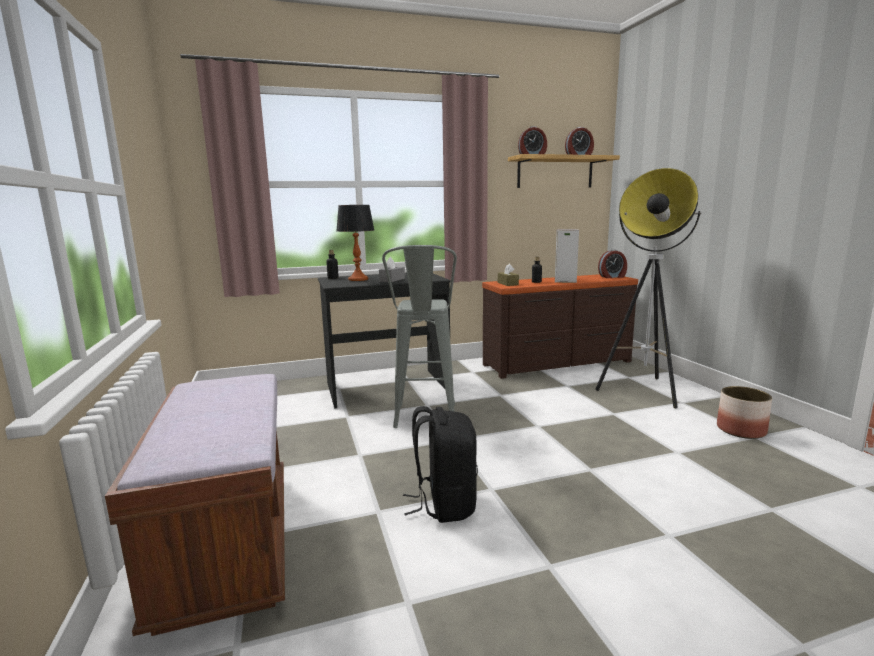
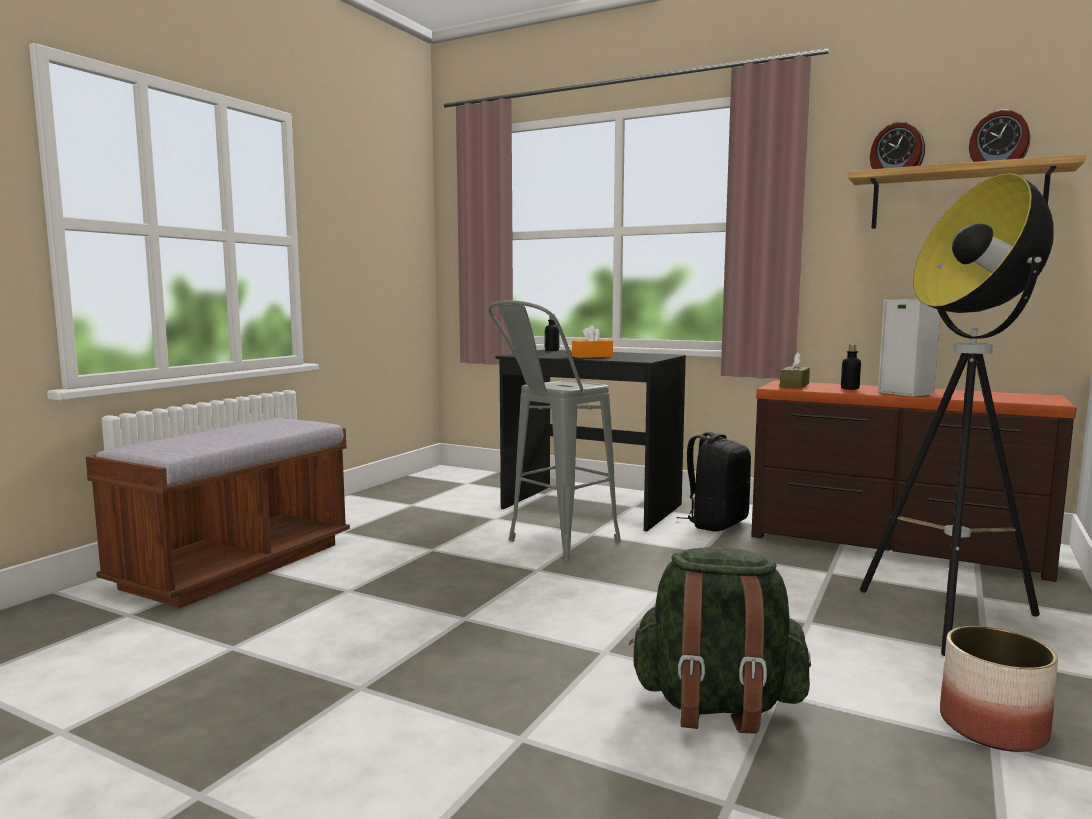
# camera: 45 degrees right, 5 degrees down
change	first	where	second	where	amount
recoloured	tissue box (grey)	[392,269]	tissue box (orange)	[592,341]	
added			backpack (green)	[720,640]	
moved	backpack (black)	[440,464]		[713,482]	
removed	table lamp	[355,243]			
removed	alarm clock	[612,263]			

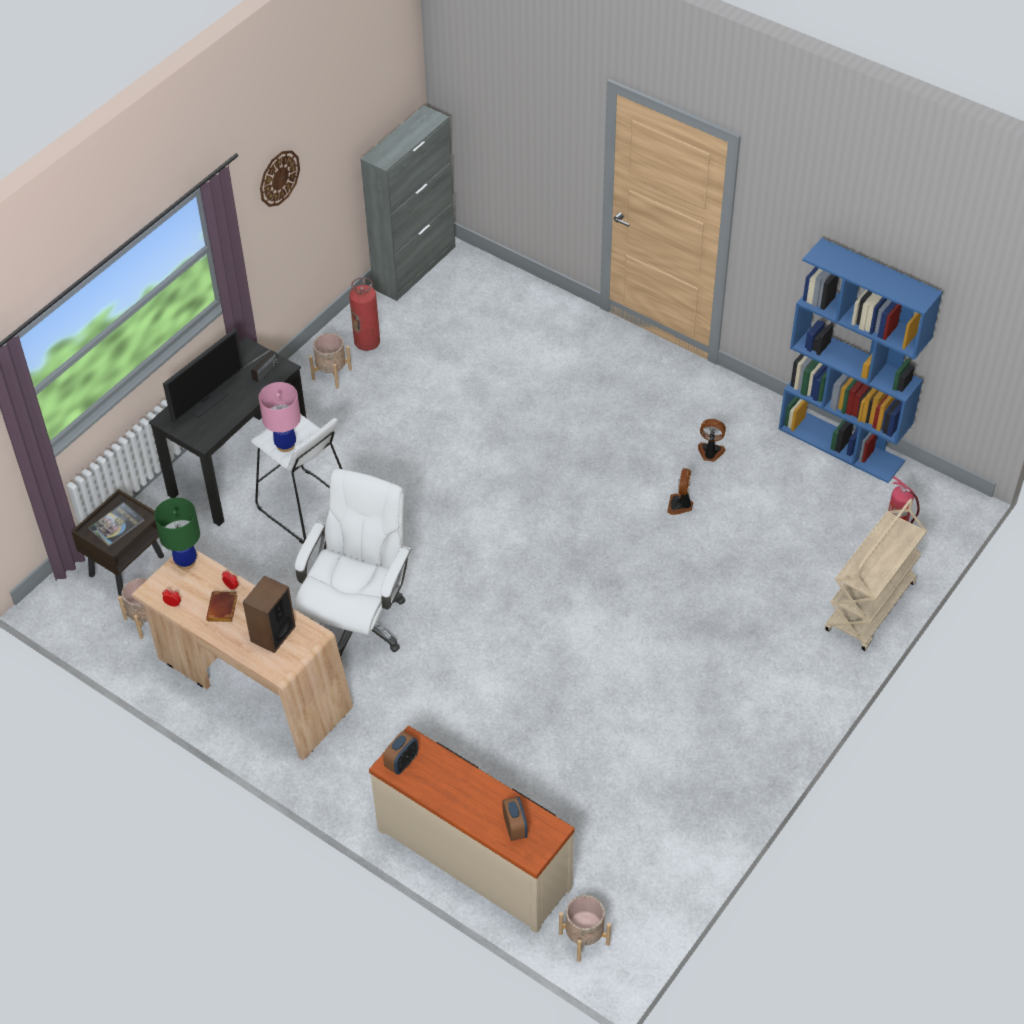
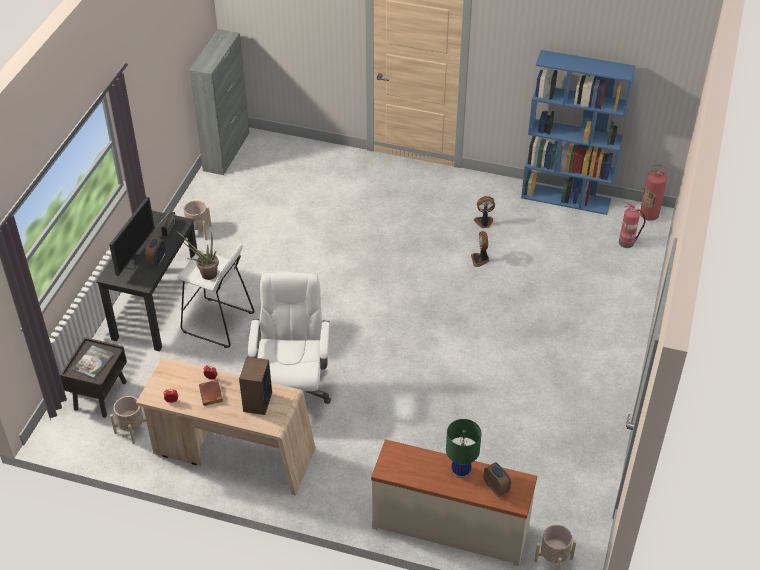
# camera: 20 degrees left, 5 degrees down
change	first	where	second	where	amount
moved	alarm clock	[400,753]		[155,252]	
replaced	table lamp (pink)	[280,417]	potted plant	[197,255]	
moved	table lamp (green)	[177,533]		[464,448]	
moved	fire extinguisher	[364,314]		[653,193]	
removed	wall clock	[280,178]			
removed	cart (beige)	[876,574]			

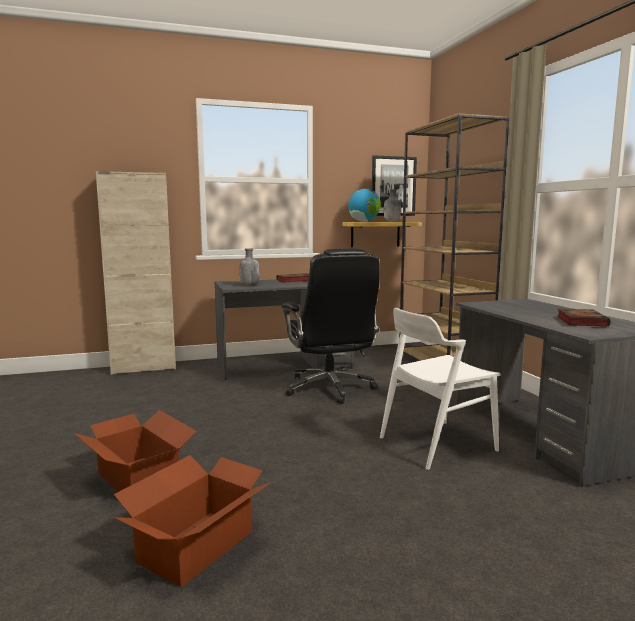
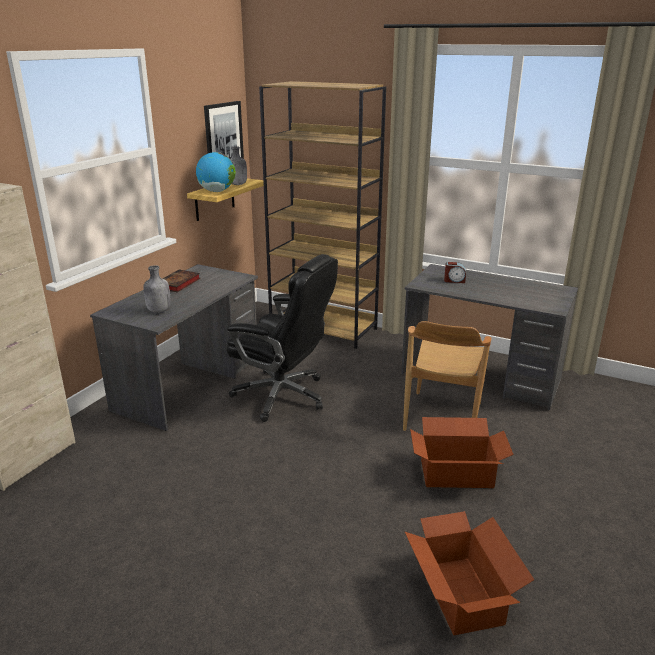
# camera: 45 degrees left, 15 degrees up
change	first	where	second	where	amount
recoloured	chair (white)	[440,389]	chair (brown)	[447,376]	
moved	cardboard box	[135,451]		[462,452]	
added			alarm clock	[455,272]	
removed	book	[583,318]			

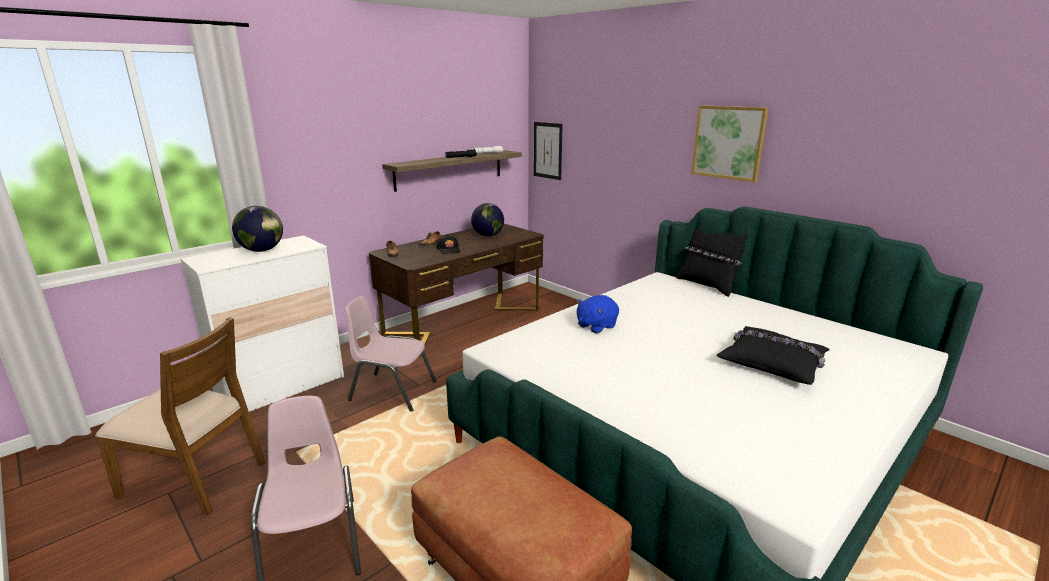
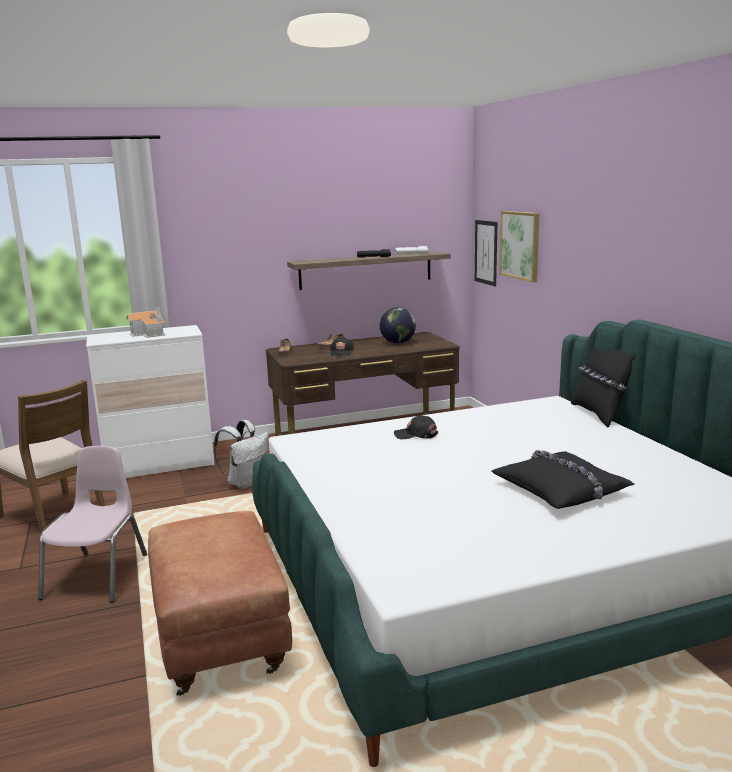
# camera: 25 degrees right, 5 degrees down
change	first	where	second	where	amount
replaced	globe	[257,229]	toy house	[146,323]	
replaced	chair (pink)	[390,354]	backpack (white)	[241,454]	
replaced	plush toy (blue)	[598,314]	cap (black)	[416,427]	
moved	picture	[729,143]		[519,246]	

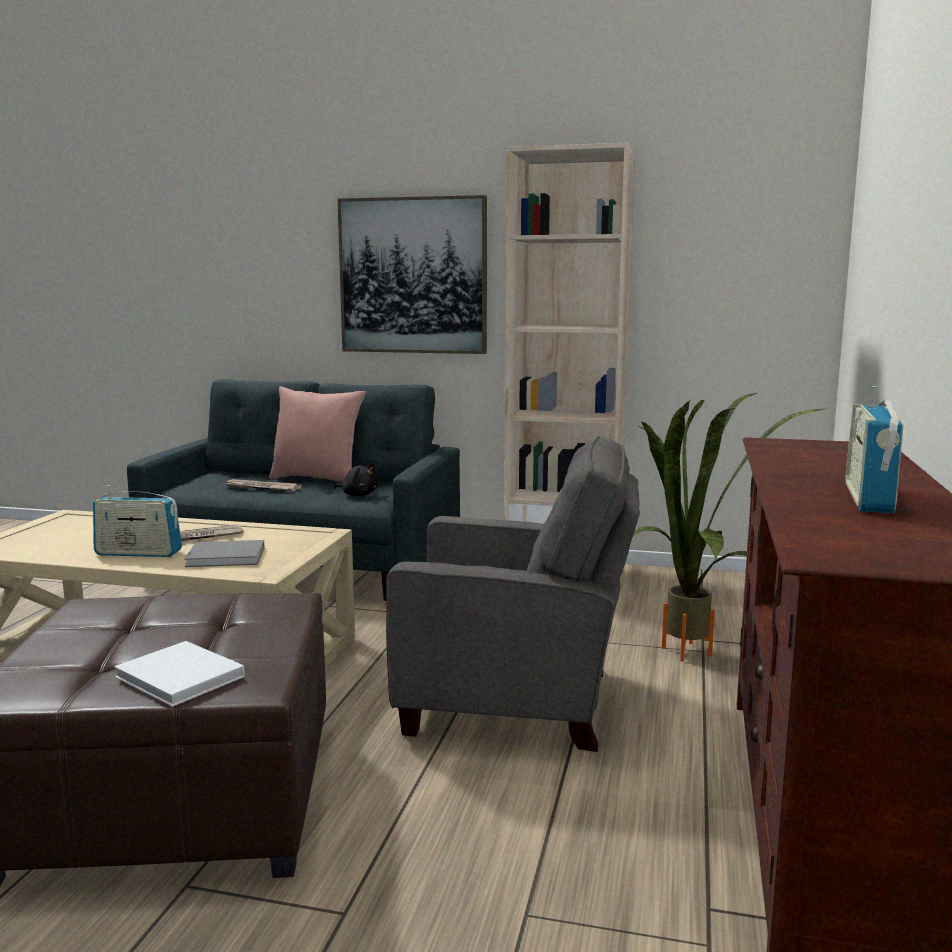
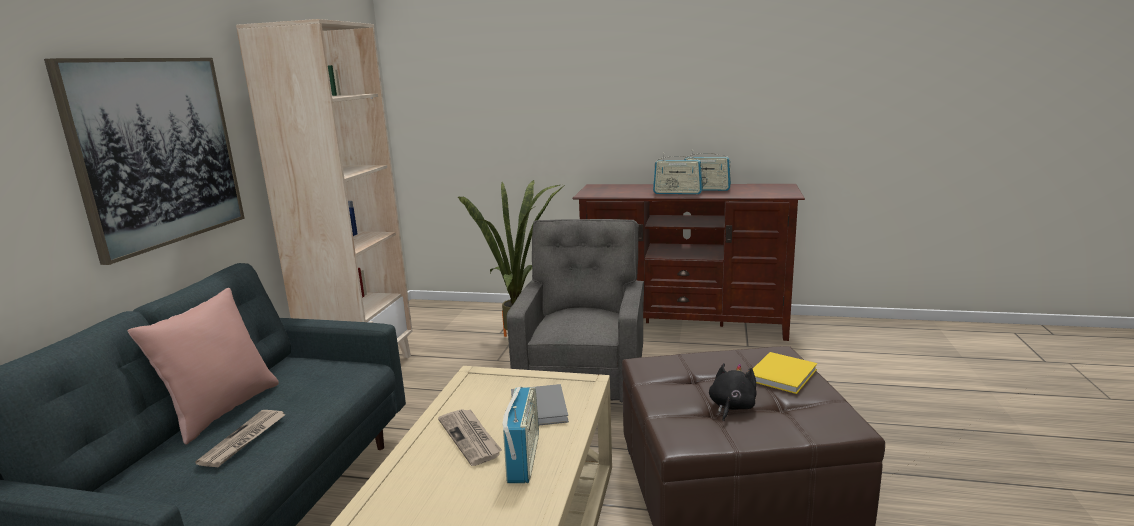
# camera: 90 degrees left, 5 degrees up
change	first	where	second	where	amount
added			radio	[678,173]	
moved	plush toy (black)	[356,479]		[732,392]	
recoloured	book (white)	[179,674]	book (yellow)	[785,373]	

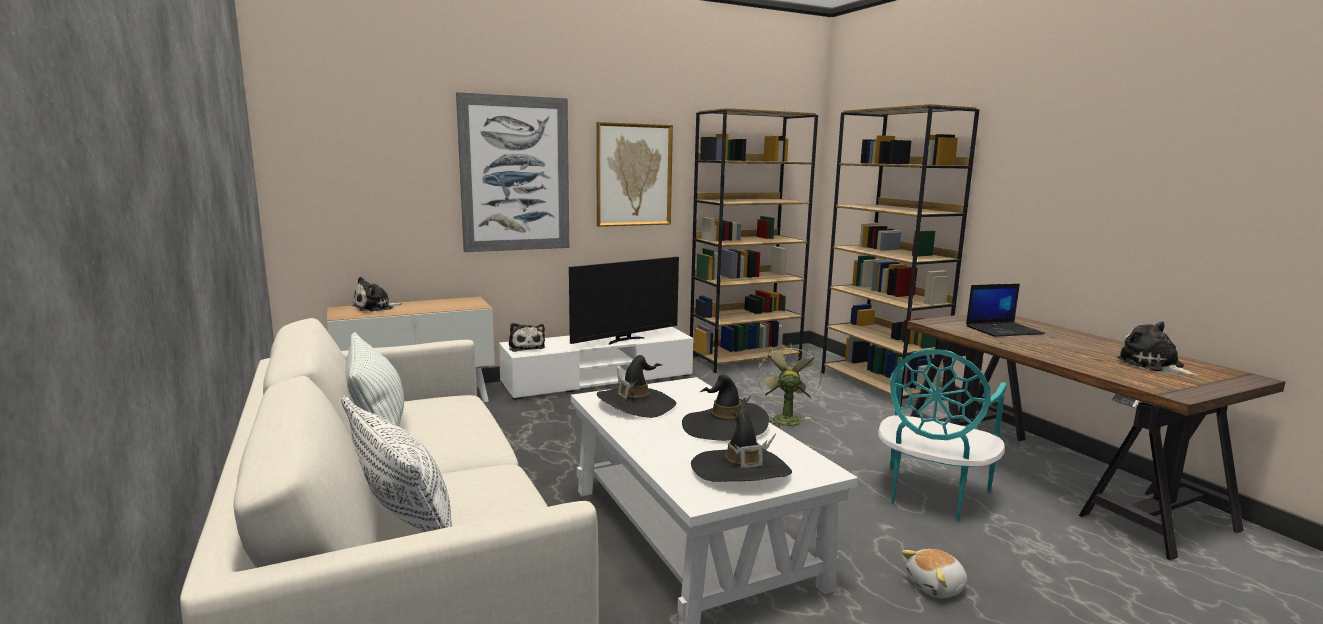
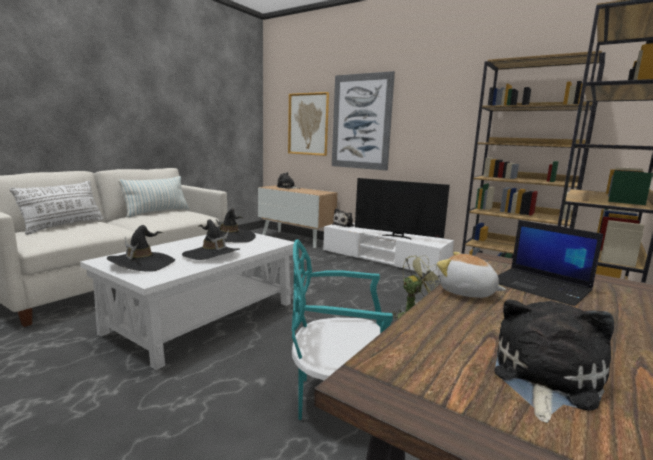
# camera: 60 degrees right, 0 degrees up
change	first	where	second	where	amount
moved	picture	[634,174]		[308,124]	
moved	plush toy	[934,573]		[471,275]	

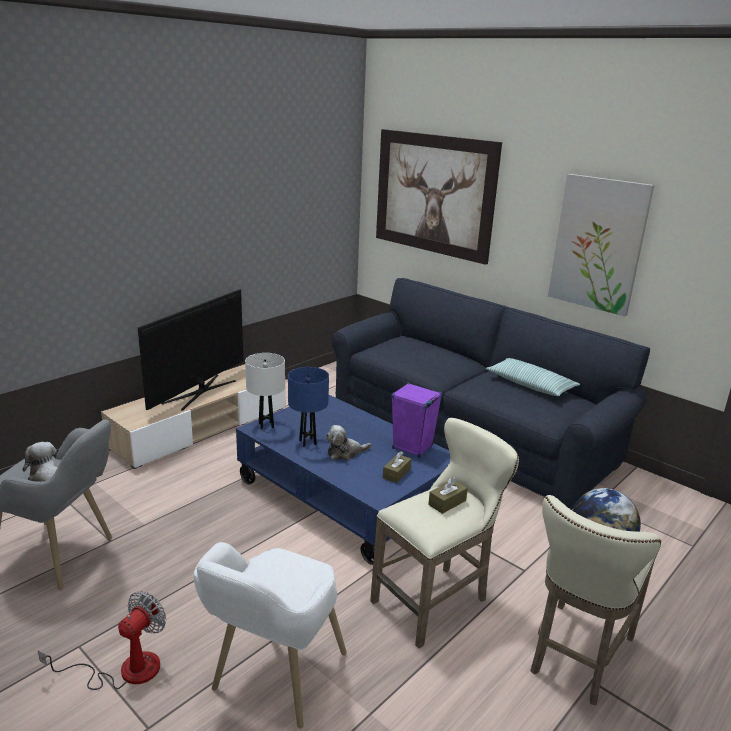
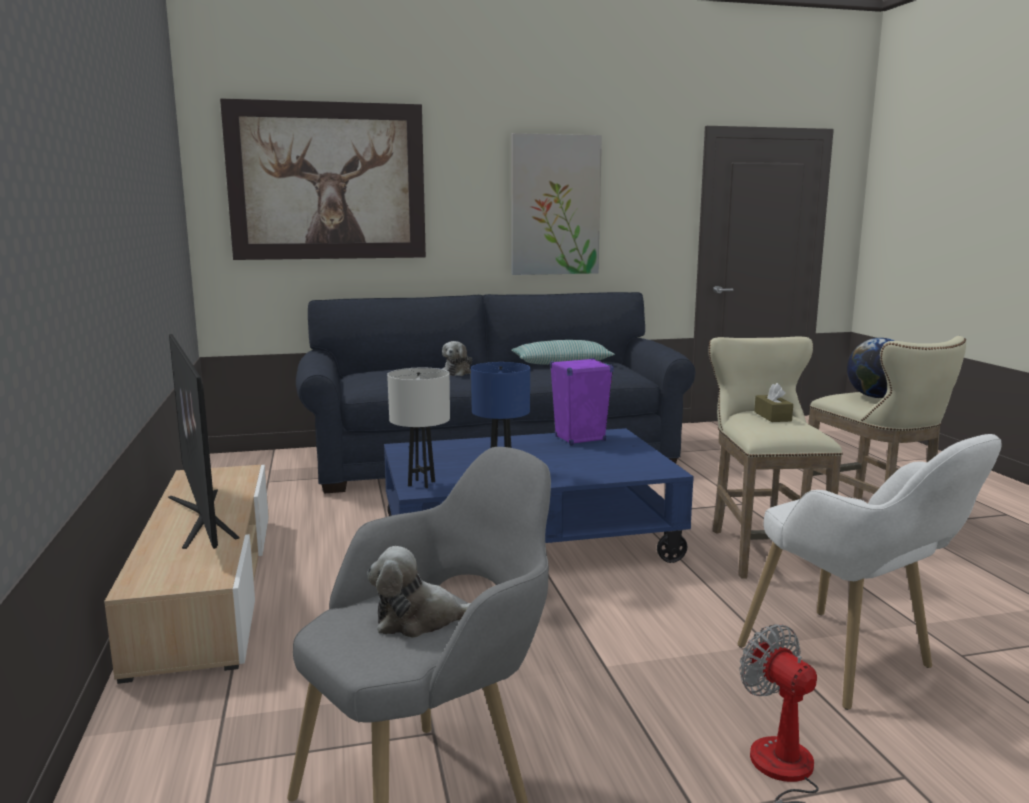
# camera: 55 degrees left, 10 degrees down
change	first	where	second	where	amount
moved	plush toy	[348,442]		[457,358]	
removed	tissue box (brown)	[397,467]			

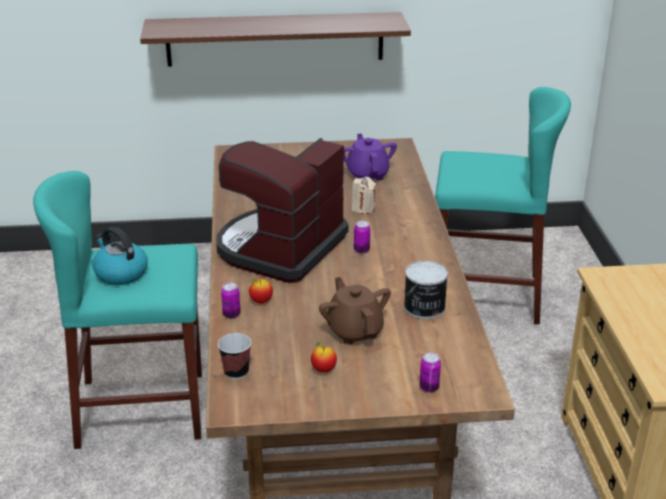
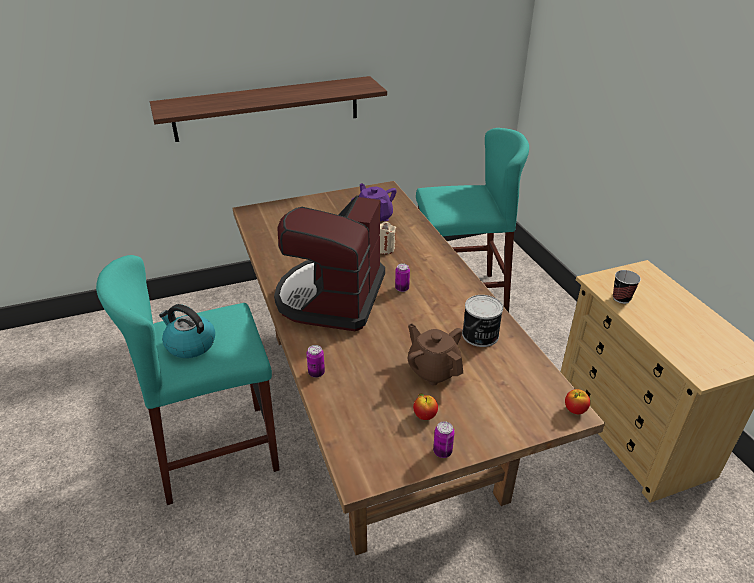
# camera: 15 degrees left, 5 degrees up
change	first	where	second	where	amount
moved	can	[430,372]		[444,439]	
moved	apple	[261,291]		[577,401]	
moved	cup	[234,356]		[627,287]	

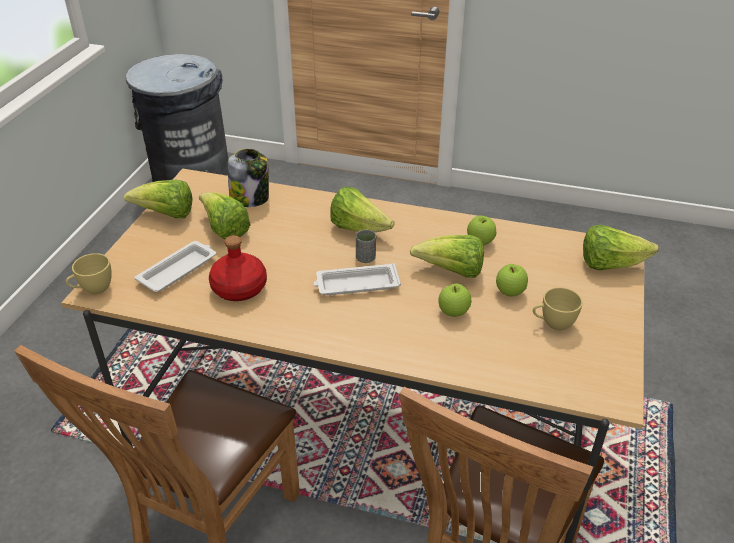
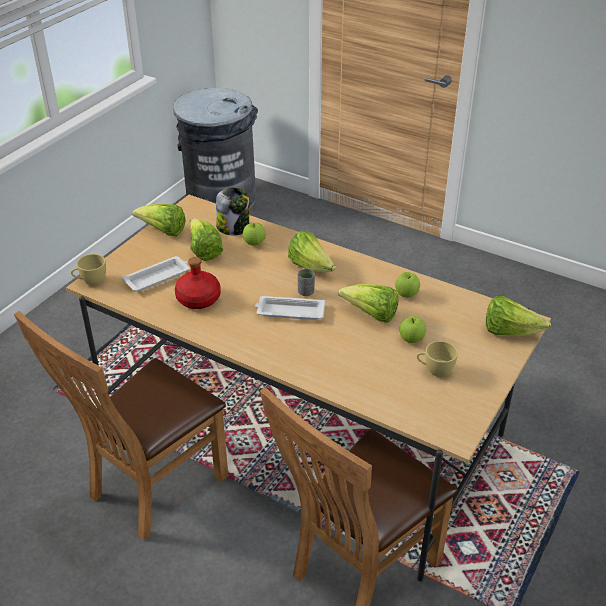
# camera: 15 degrees right, 0 degrees up
change	first	where	second	where	amount
moved	apple	[454,300]		[254,234]	

